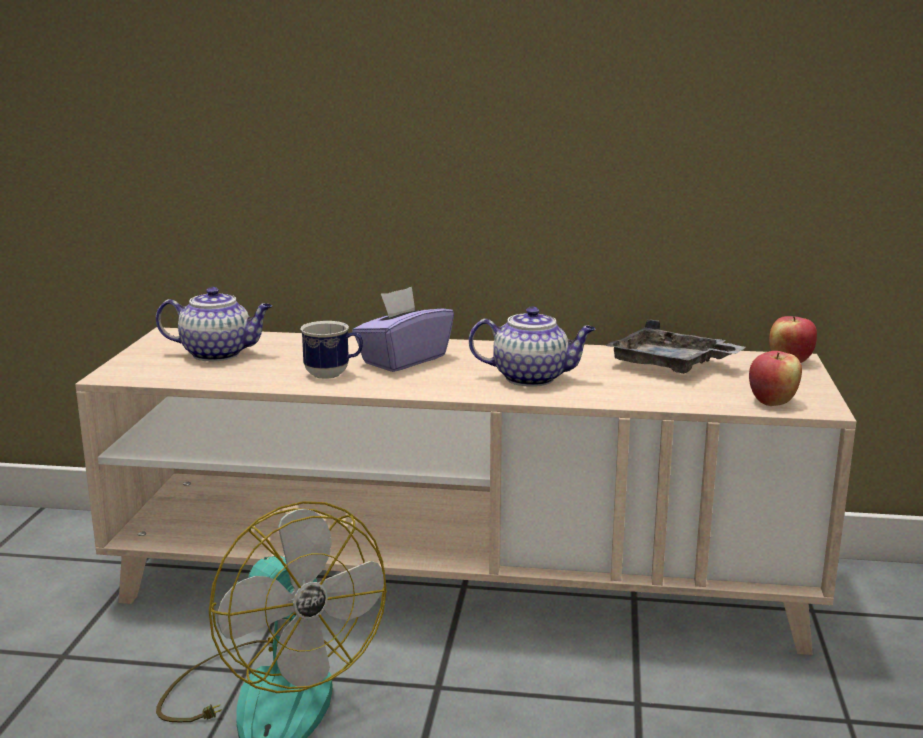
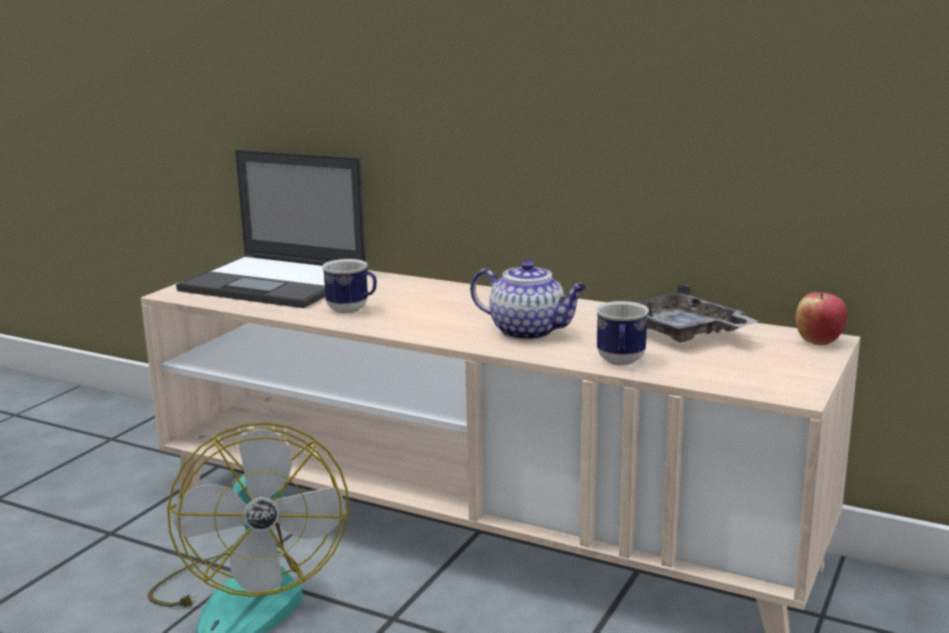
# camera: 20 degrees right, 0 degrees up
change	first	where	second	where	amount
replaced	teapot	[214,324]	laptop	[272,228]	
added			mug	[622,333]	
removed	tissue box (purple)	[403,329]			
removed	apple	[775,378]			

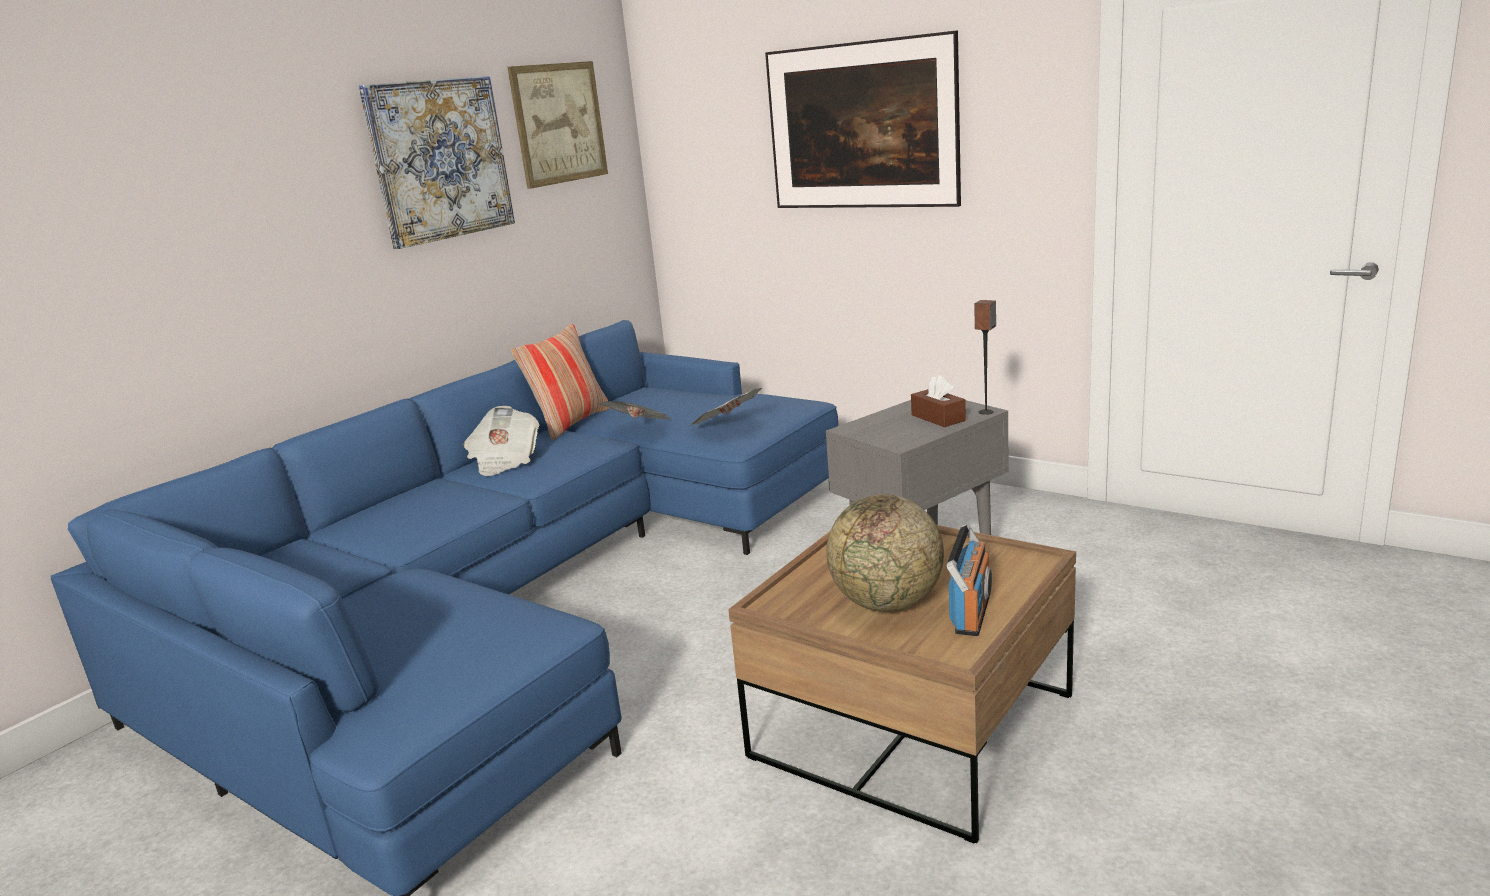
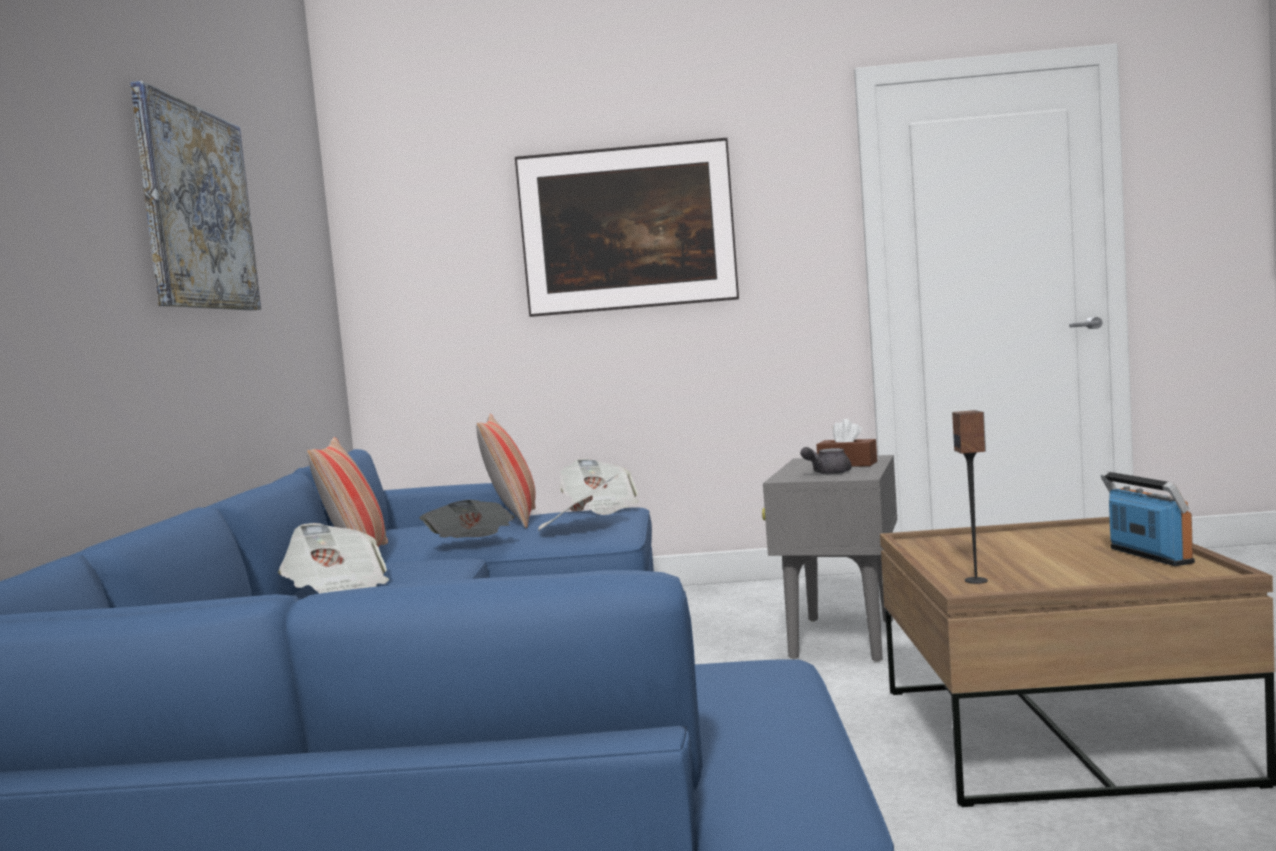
# camera: 35 degrees left, 15 degrees down
change	first	where	second	where	amount
added			pillow	[506,471]	
added			newspaper	[599,486]	
added			teapot (grey)	[826,460]	
moved	speaker	[985,357]		[970,497]	
removed	picture	[557,125]			
removed	globe	[885,553]			

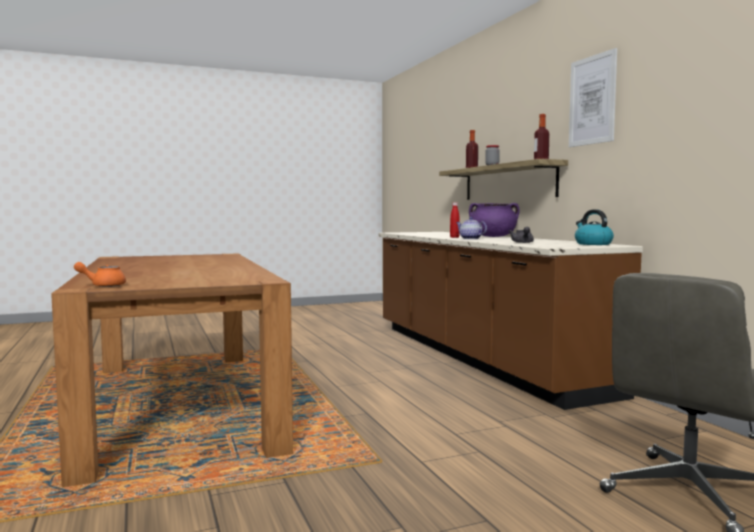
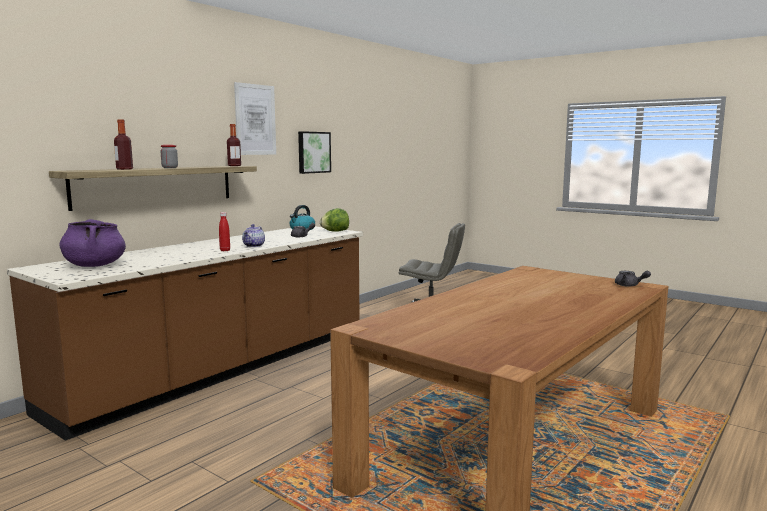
# camera: 120 degrees left, 5 degrees up
change	first	where	second	where	amount
moved	cooking pot (purple)	[494,220]		[92,243]	
added			picture	[314,152]	
added			lettuce	[334,220]	
recoloured	teapot (orange)	[100,274]	teapot (grey)	[633,279]	

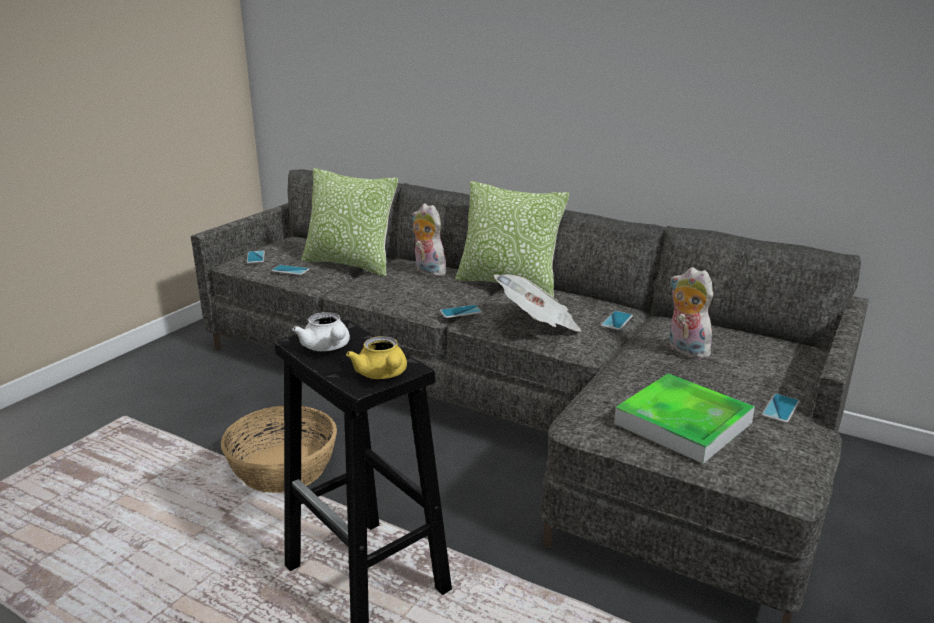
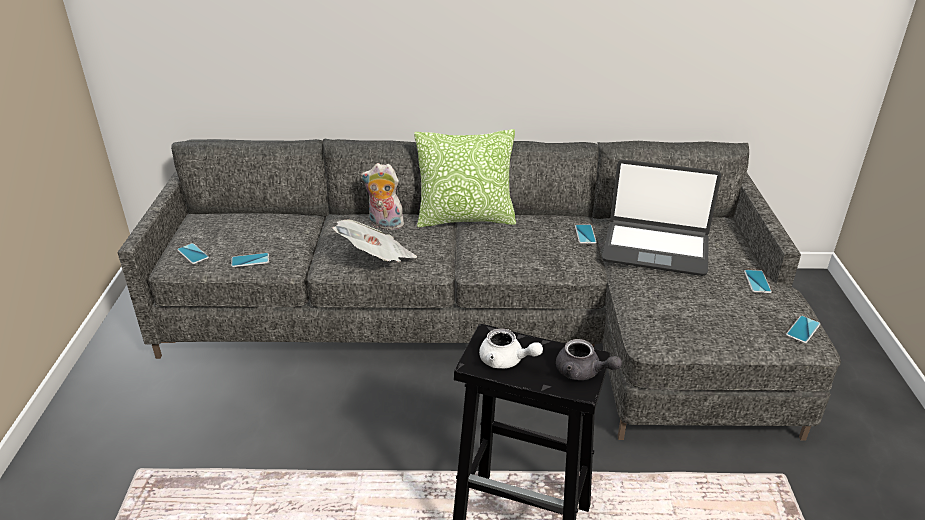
# camera: 30 degrees left, 10 degrees up
change	first	where	second	where	amount
moved	newspaper	[538,303]		[374,240]	
recoloured	teapot (yellow)	[376,357]	teapot (grey)	[589,359]	
replaced	plush toy	[691,313]	laptop	[661,218]	
moved	phone	[461,311]		[803,329]	
removed	basket	[279,449]			
removed	pillow	[349,222]			
removed	tray	[684,419]			

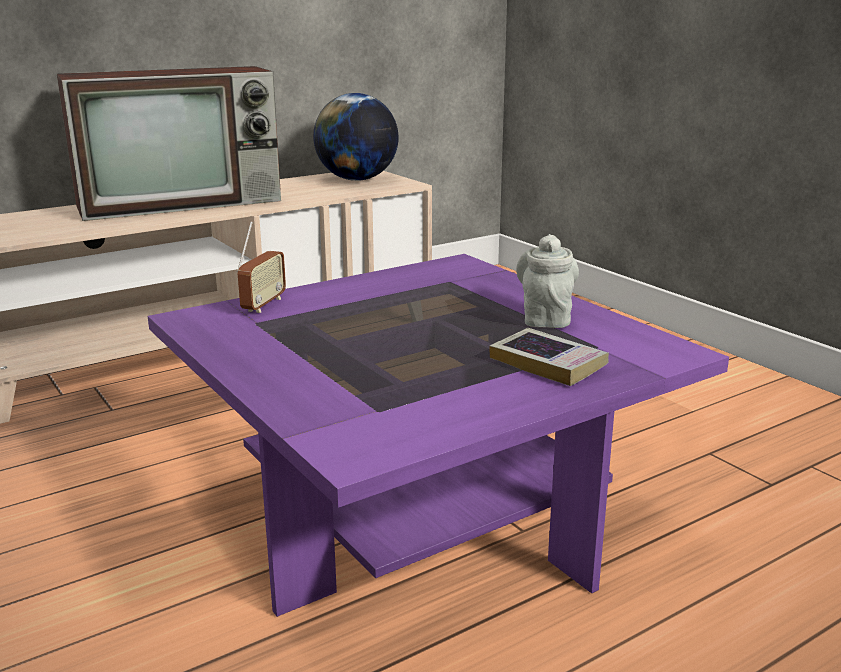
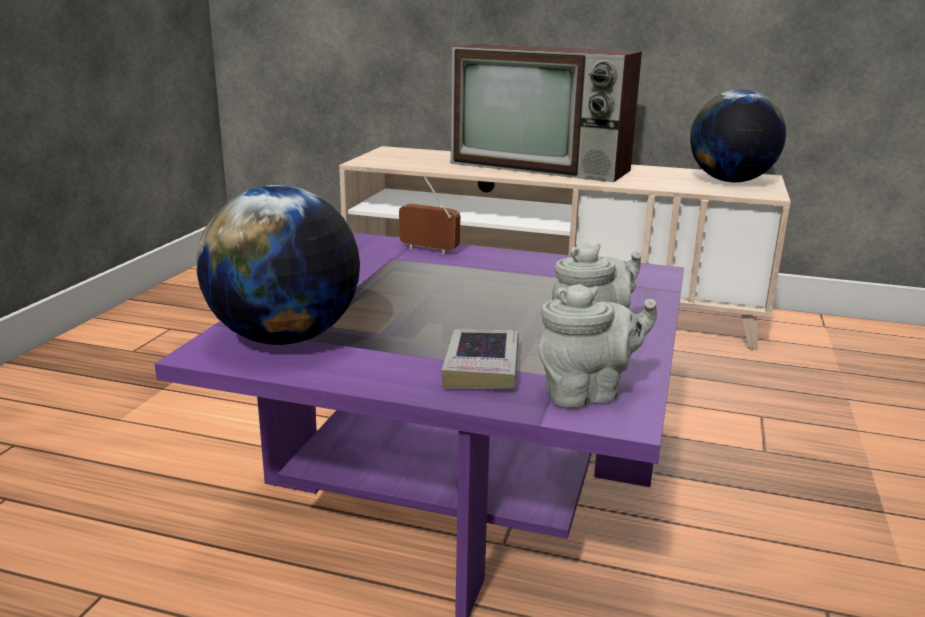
# camera: 50 degrees right, 0 degrees up
change	first	where	second	where	amount
added			globe	[278,265]	
turned	radio	[261,267]		[429,215]	135 degrees counterclockwise
added			teapot (grey)	[597,346]	

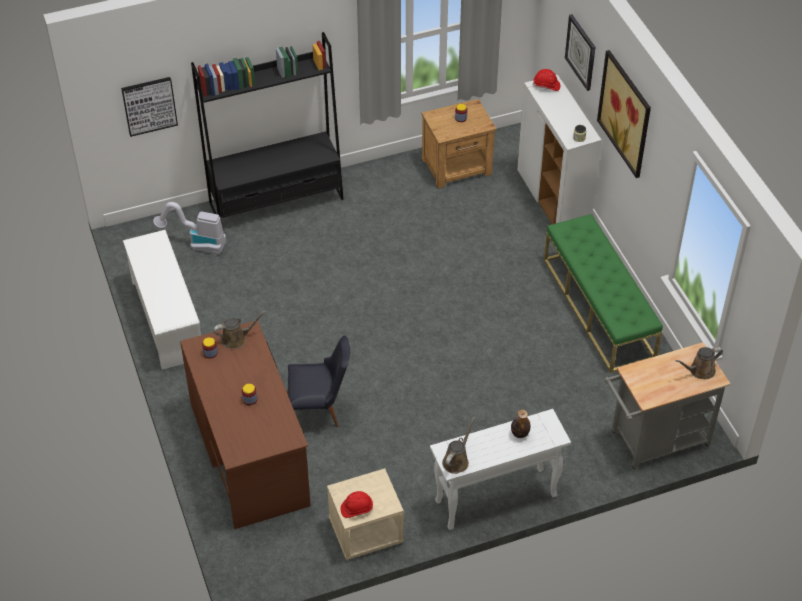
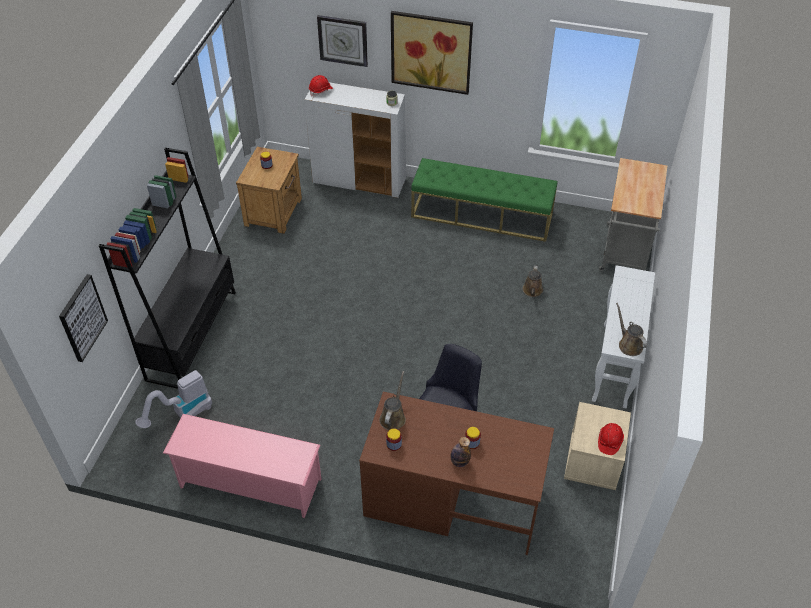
# camera: 55 degrees left, 0 degrees up
change	first	where	second	where	amount
recoloured	shoe rack (white)	[162,300]	shoe rack (pink)	[242,466]	
moved	bottle	[520,423]		[460,452]	
moved	watering can (brown)	[699,363]		[533,281]	

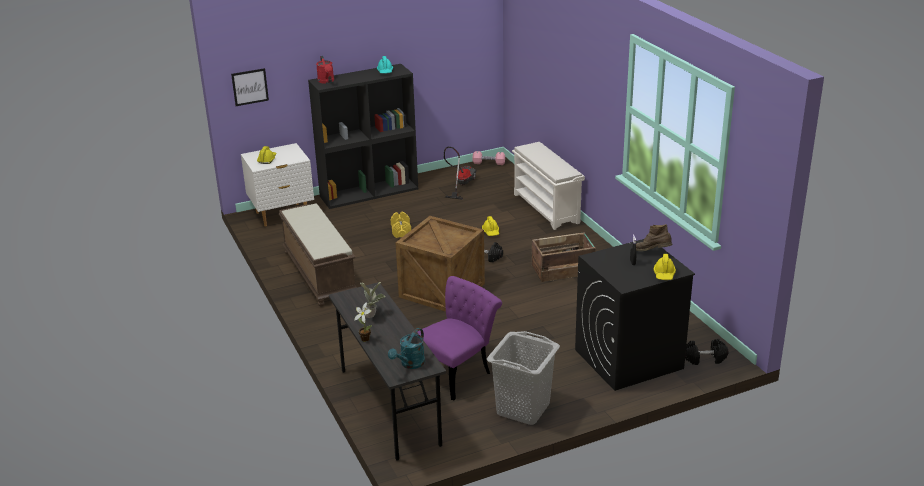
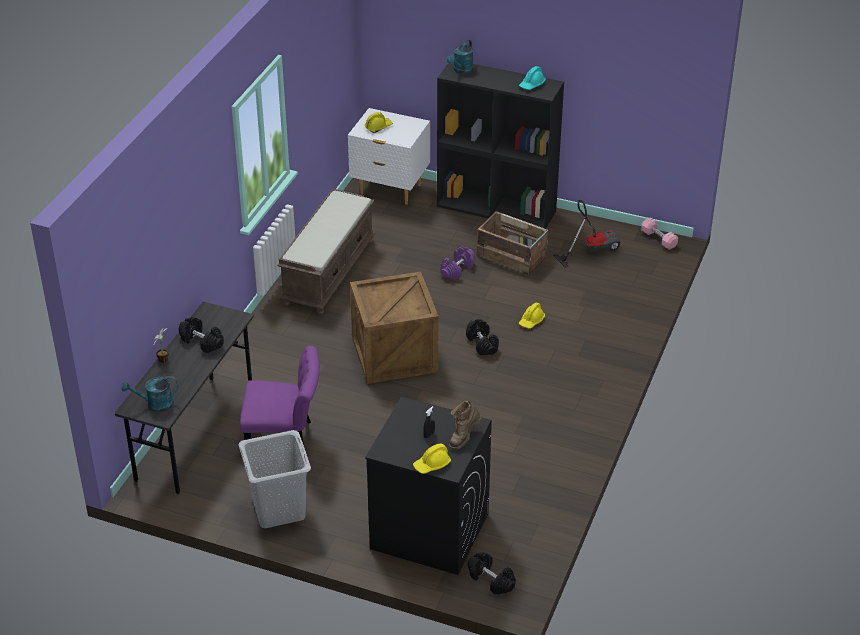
# camera: 45 degrees right, 10 degrees up
change	first	where	second	where	amount
replaced	potted plant	[372,300]	dumbbell (black)	[201,335]	
recoloured	dumbbell (yellow)	[401,225]	dumbbell (purple)	[457,263]	
recoloured	watering can (red)	[325,70]	watering can (turquoise)	[460,56]	
turned	boot (brown)	[654,237]		[465,425]	120 degrees counterclockwise
moved	crate	[564,257]		[513,243]	
removed	picture	[250,87]			
removed	shoe rack (white)	[548,186]			

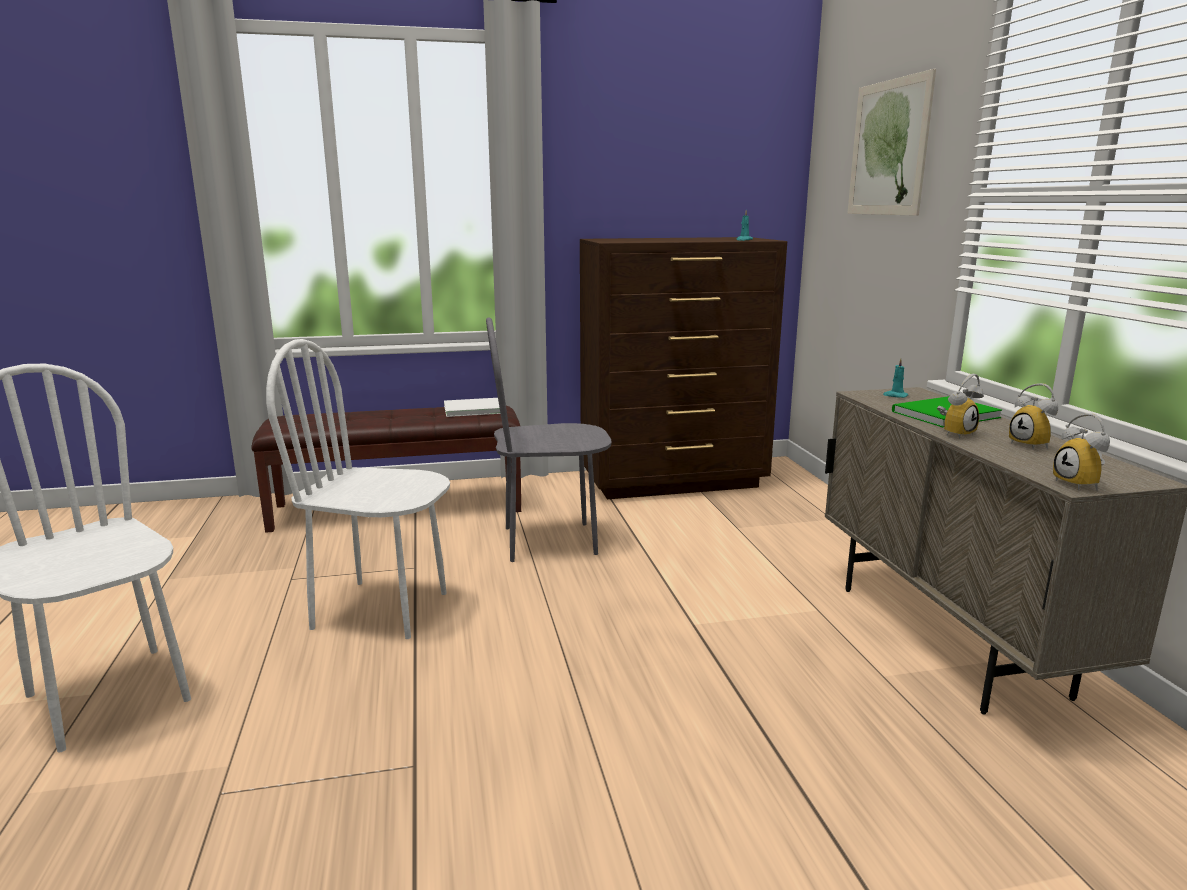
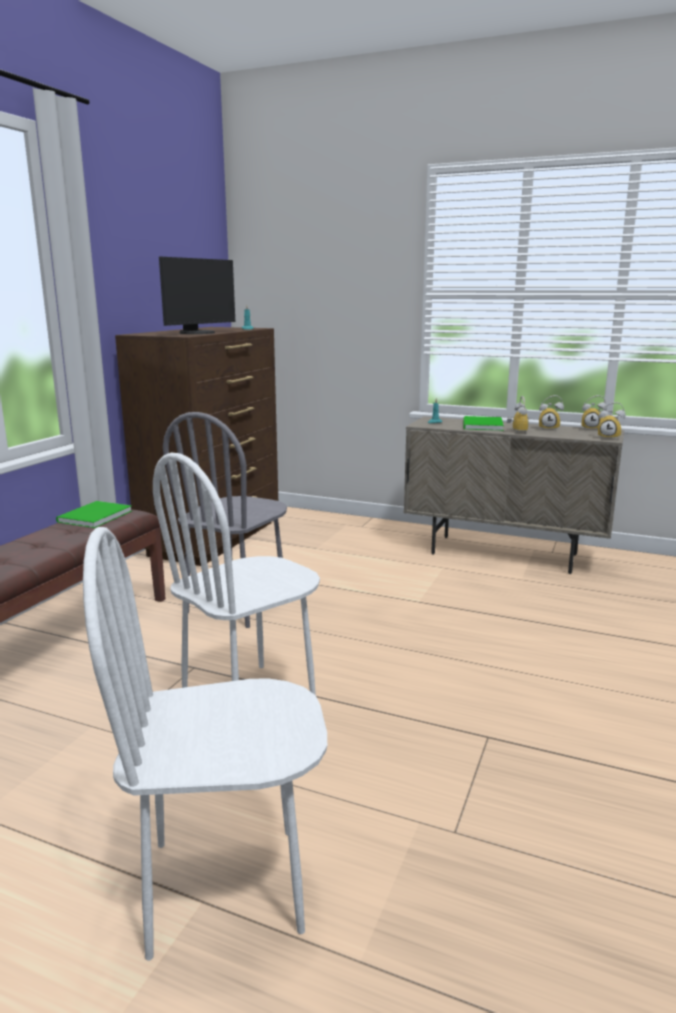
# camera: 55 degrees left, 0 degrees up
change	first	where	second	where	amount
recoloured	book (white)	[472,407]	book (green)	[94,514]	
added			monitor	[197,295]	
added			alarm clock	[594,412]	
removed	picture	[892,142]			

